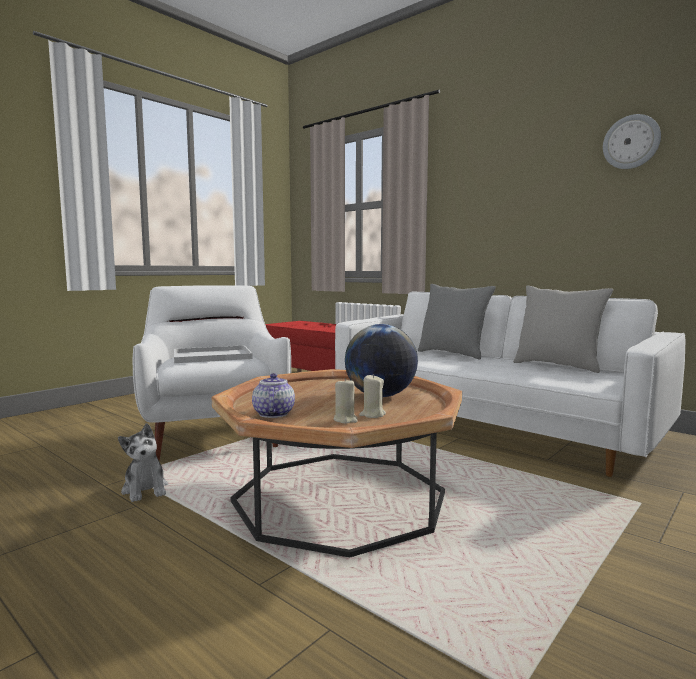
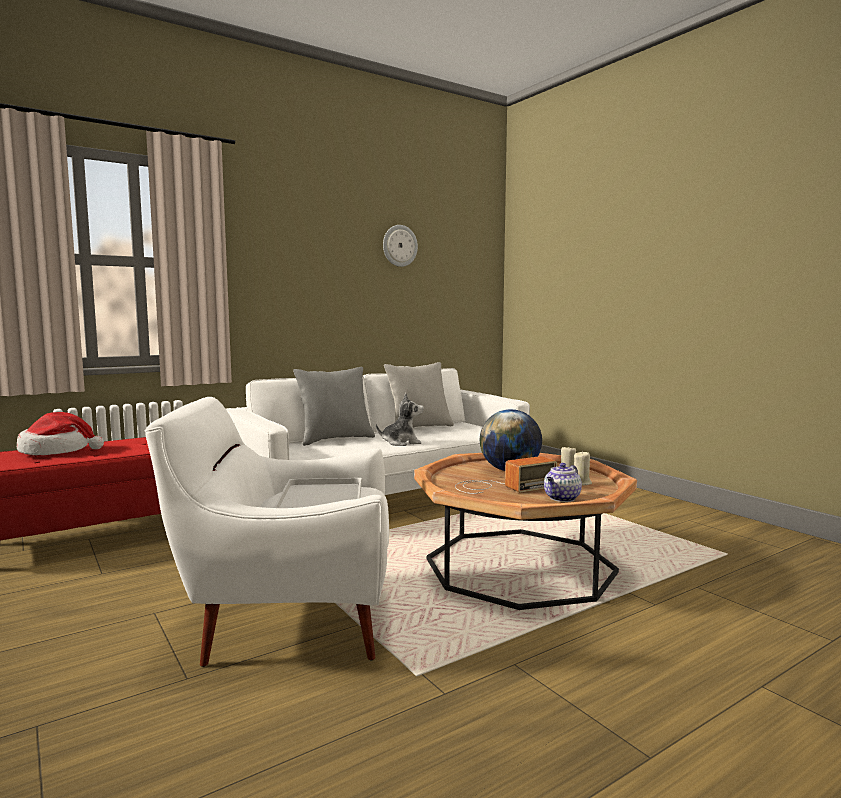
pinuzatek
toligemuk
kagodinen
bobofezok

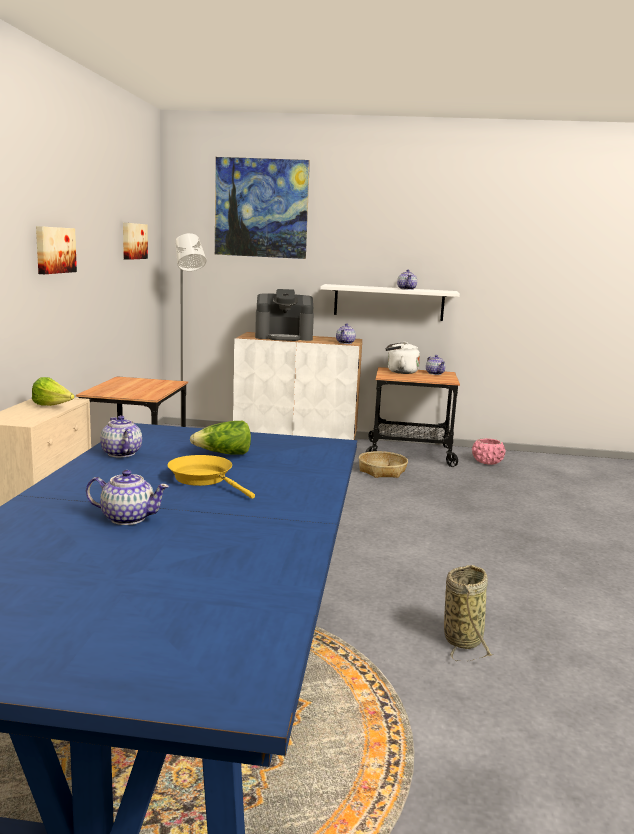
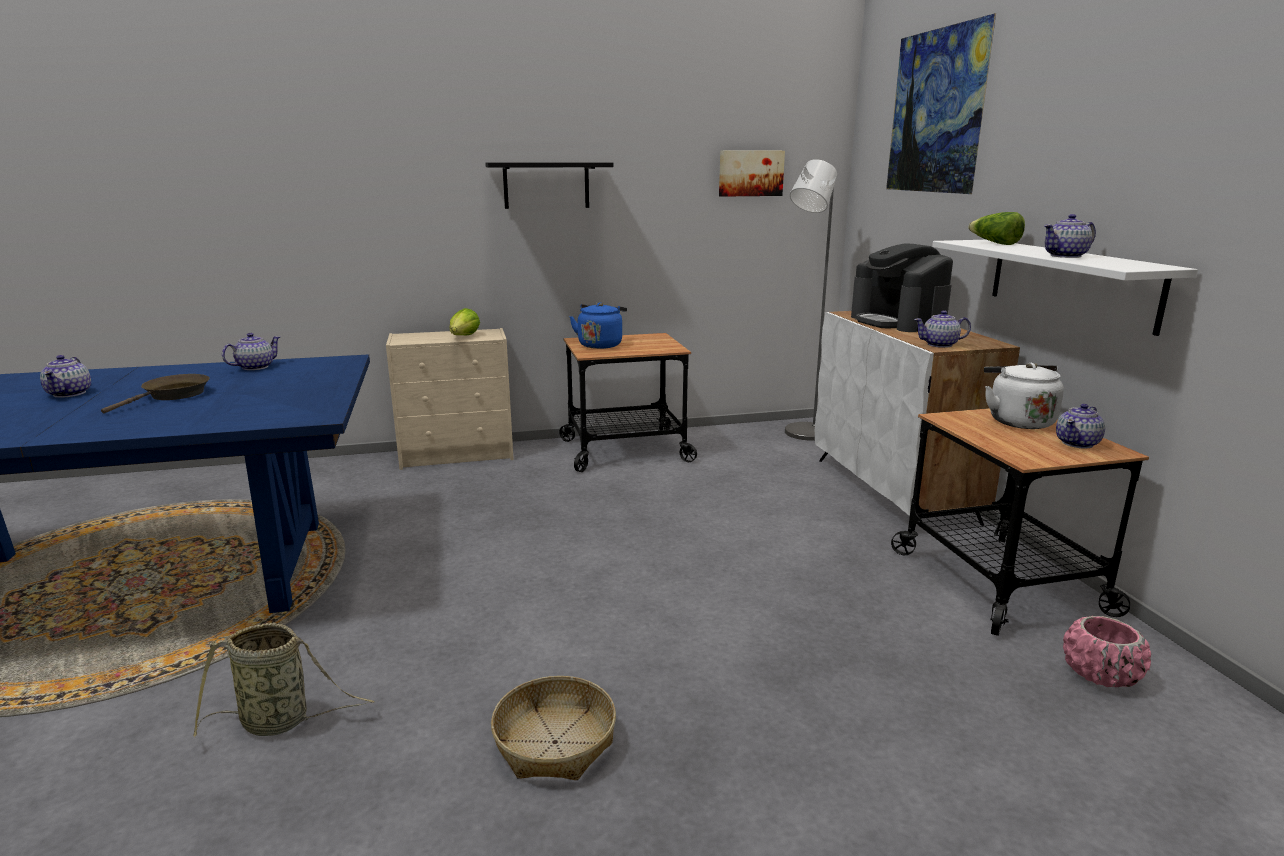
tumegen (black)
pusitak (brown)
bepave (2nd from left)
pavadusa (2nd from left)
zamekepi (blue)

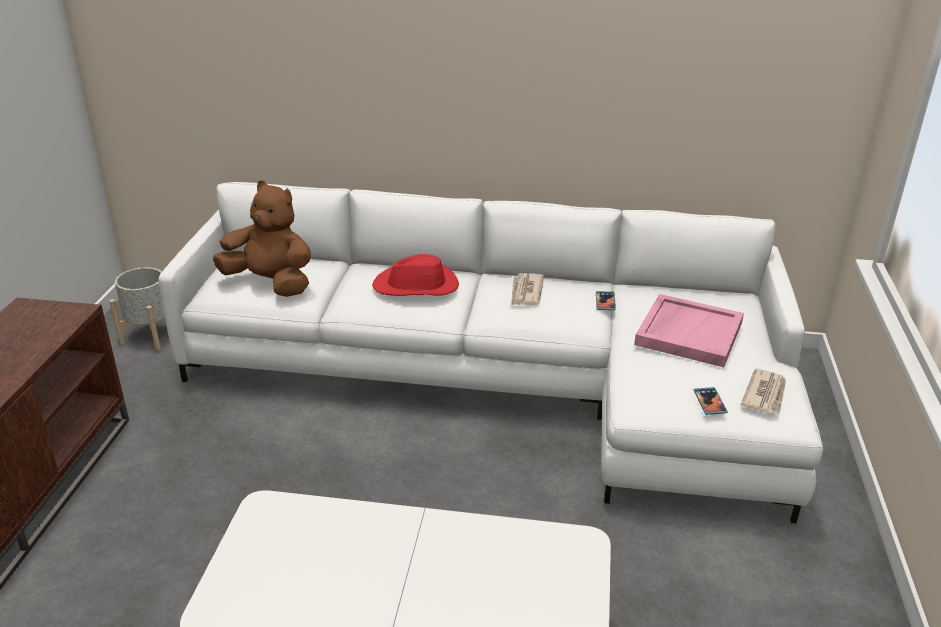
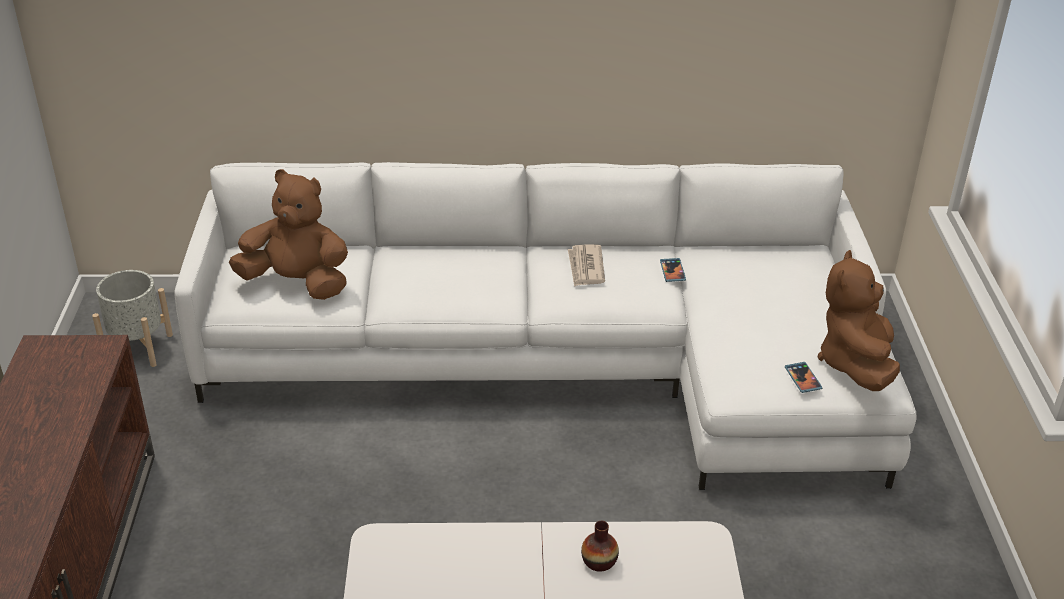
kagodinen (red)
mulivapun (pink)
pinuzatek (brown) (2nd from left)
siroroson

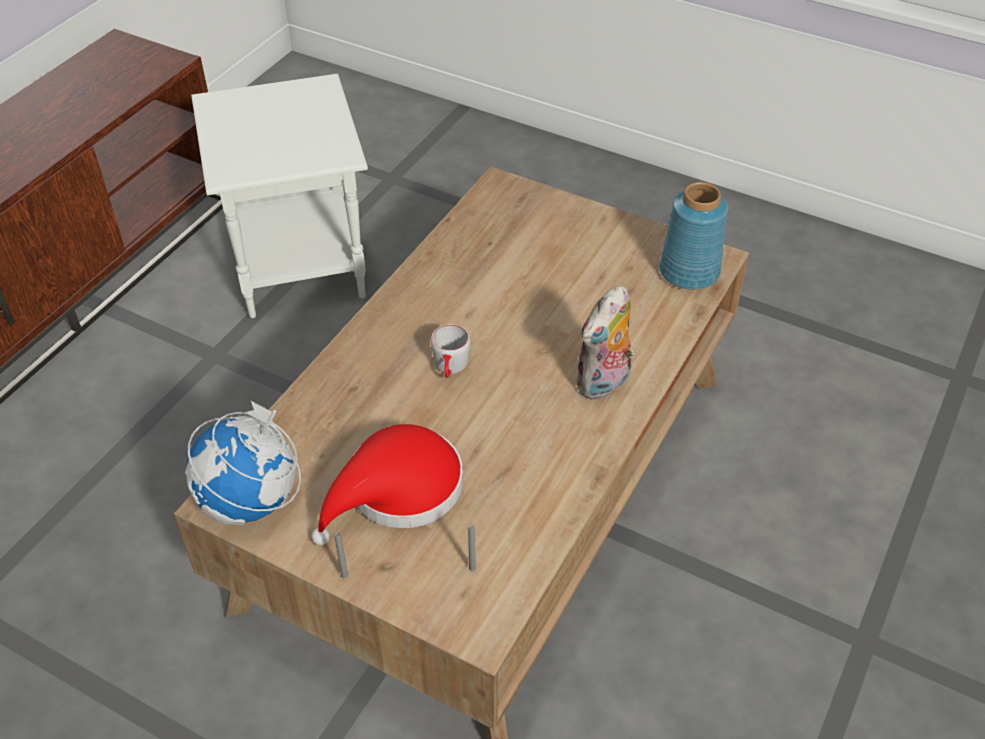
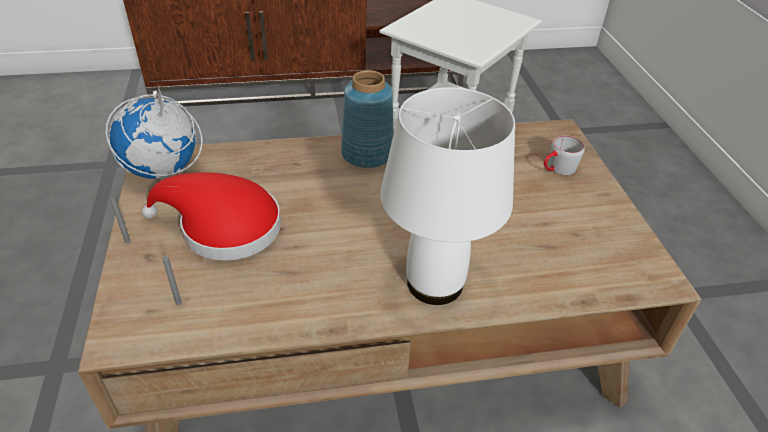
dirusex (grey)
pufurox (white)
siroroson (blue)

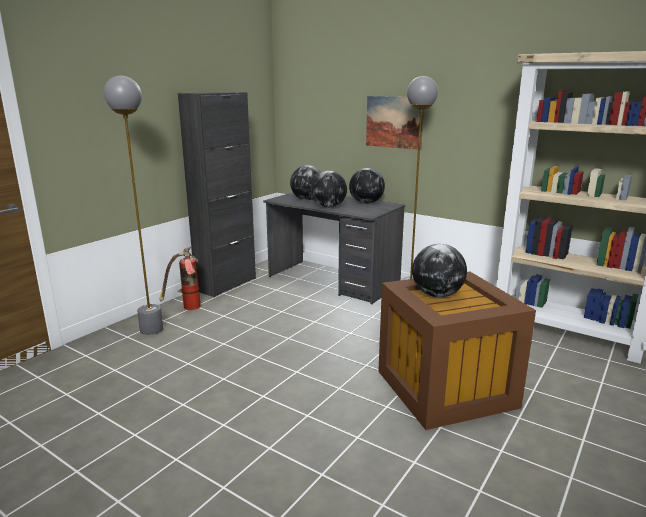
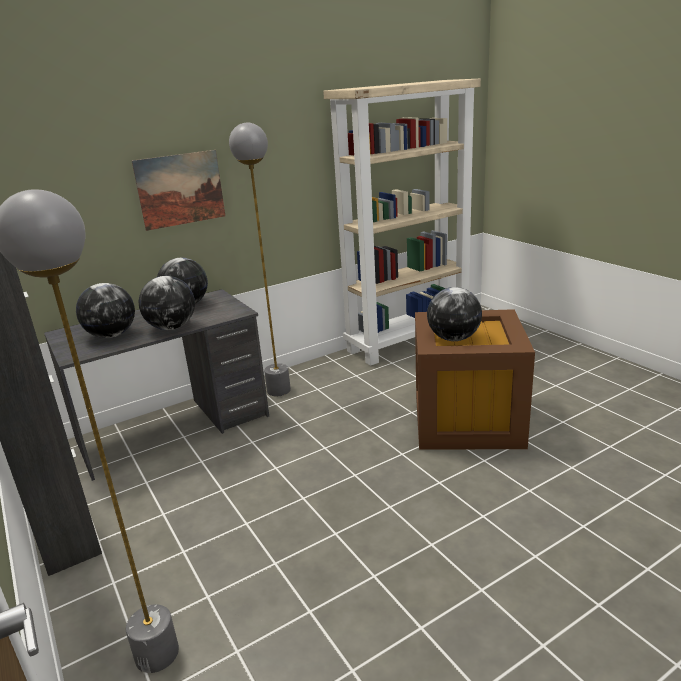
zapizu

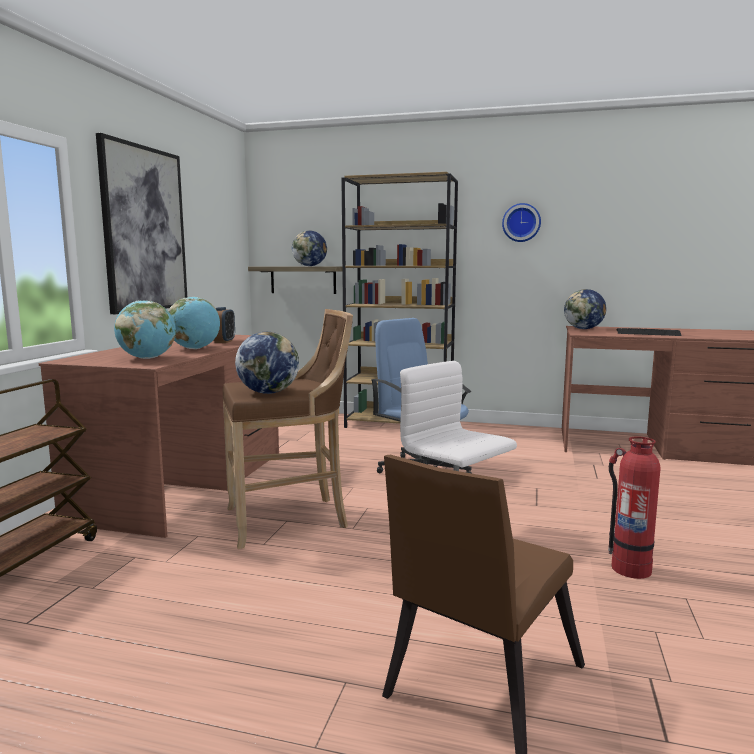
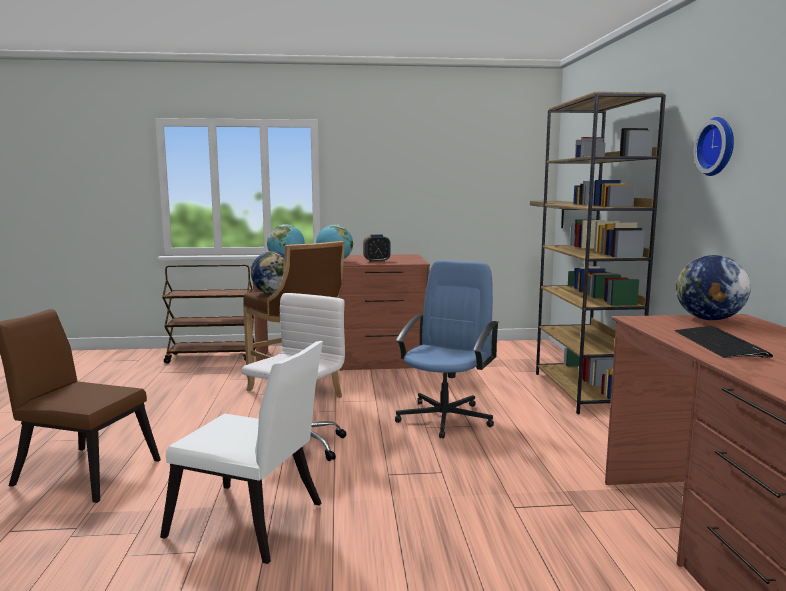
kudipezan
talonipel (4th from left in the first image)
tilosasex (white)

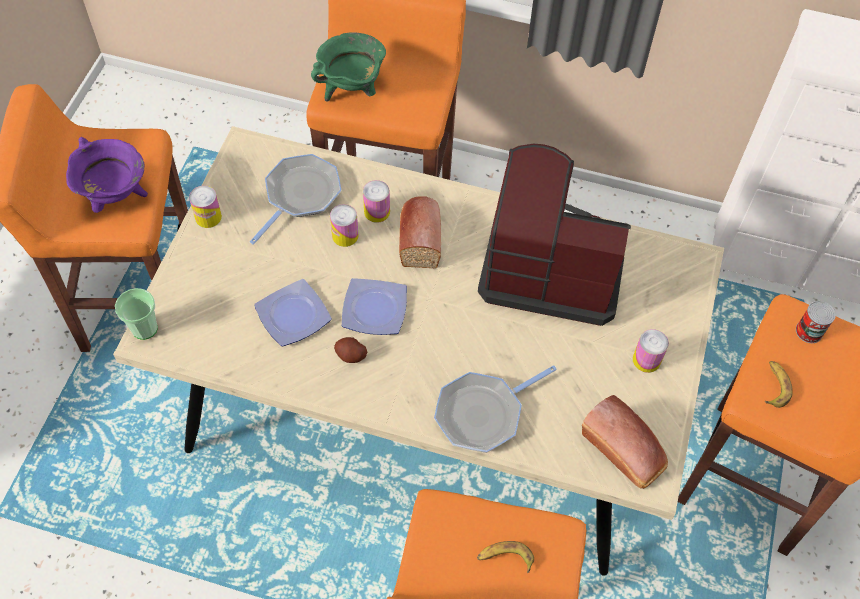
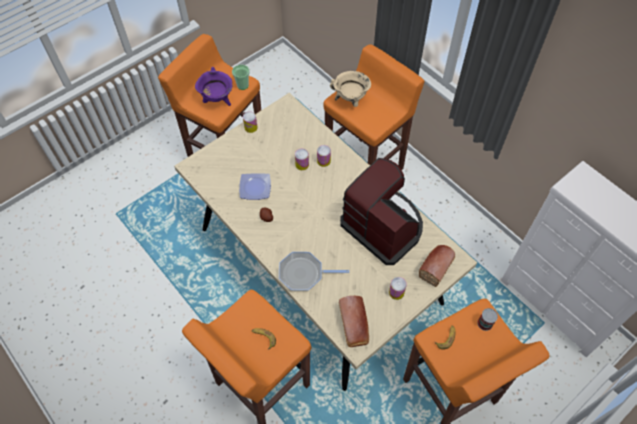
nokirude
pusitak (1st from left in the first image)
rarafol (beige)
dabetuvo (2nd from left in the first image)
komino (2nd from left)

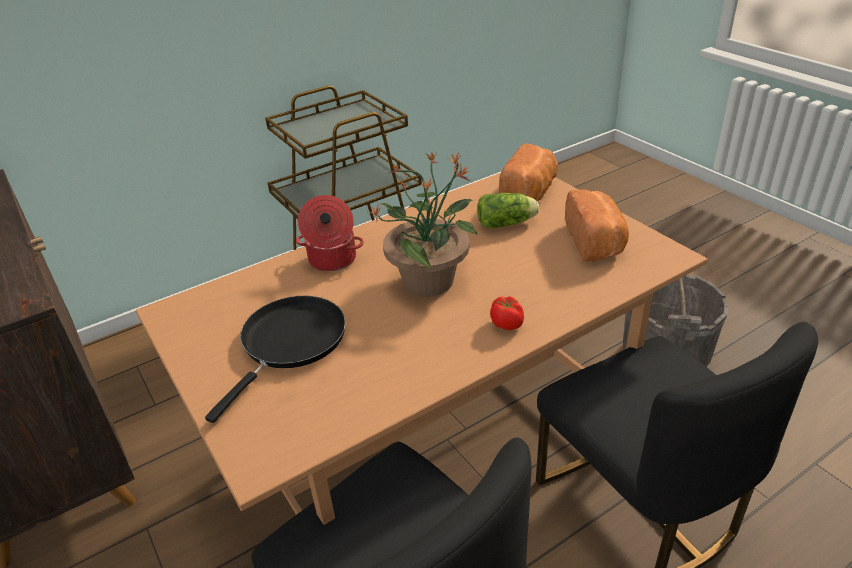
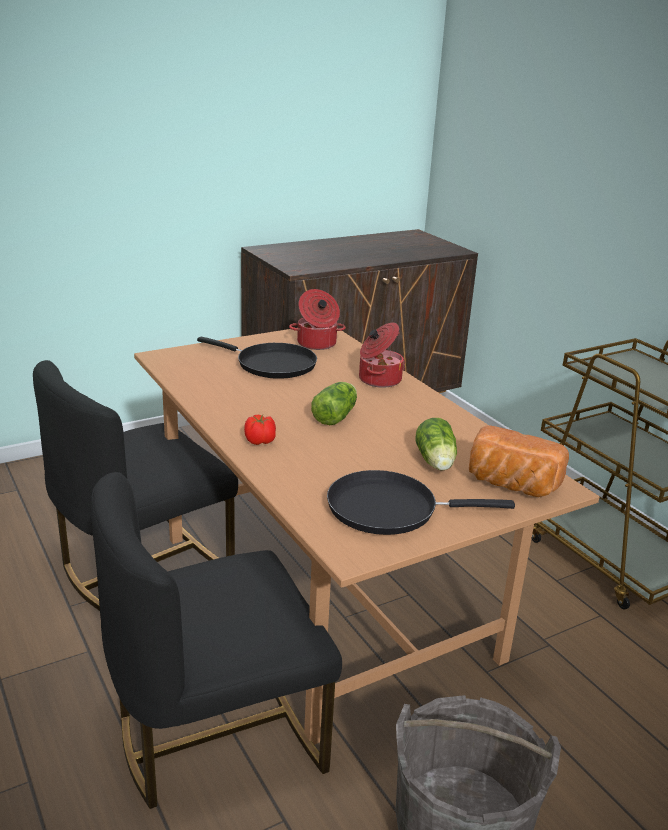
bepave (1st from left)
pusitak (black) (2nd from left)
rarafol (1st from left)

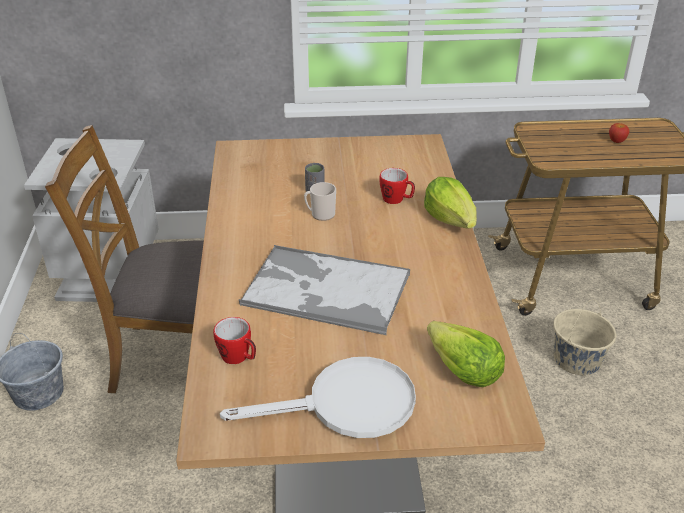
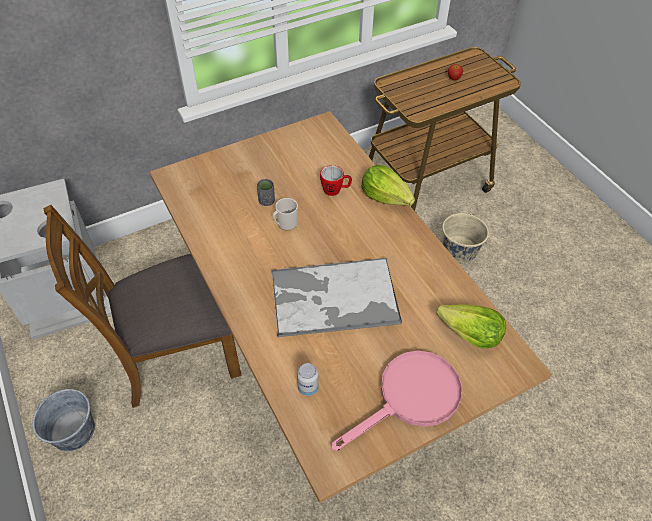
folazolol
pusitak (pink)

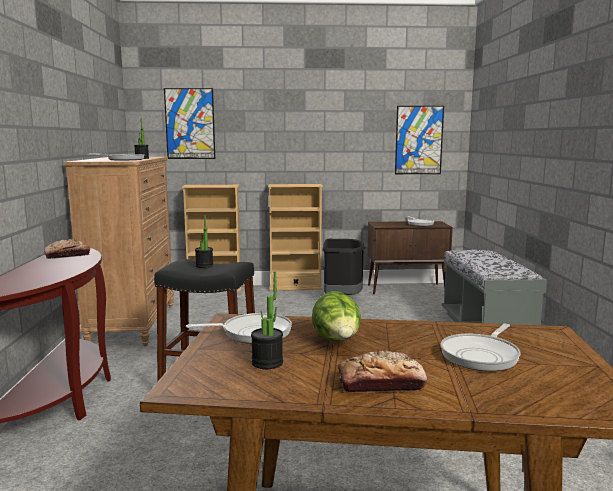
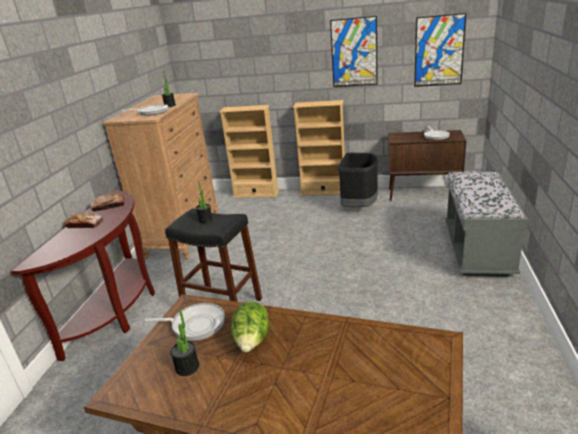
kudipezan (1st from left)
komino (1st from left)
pusitak (4th from left in the first image)

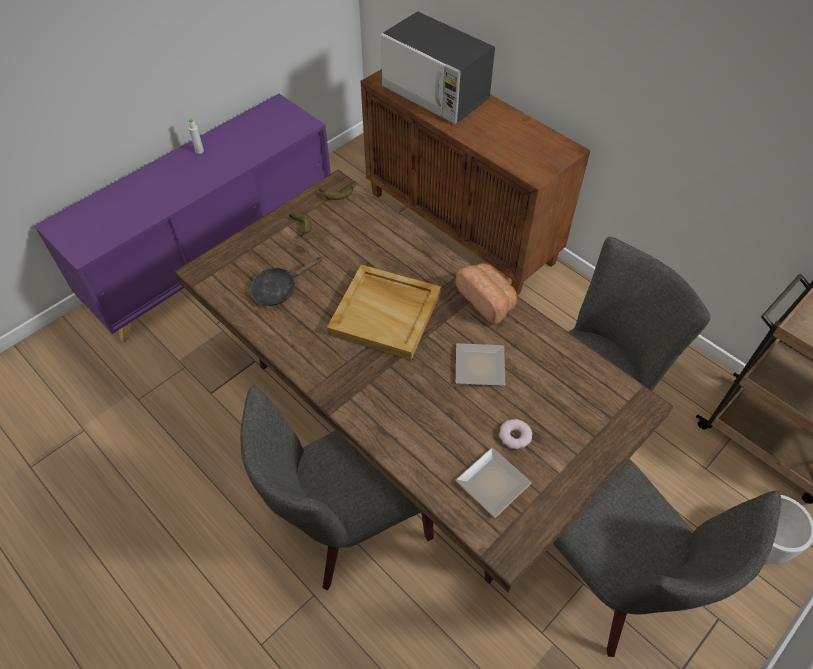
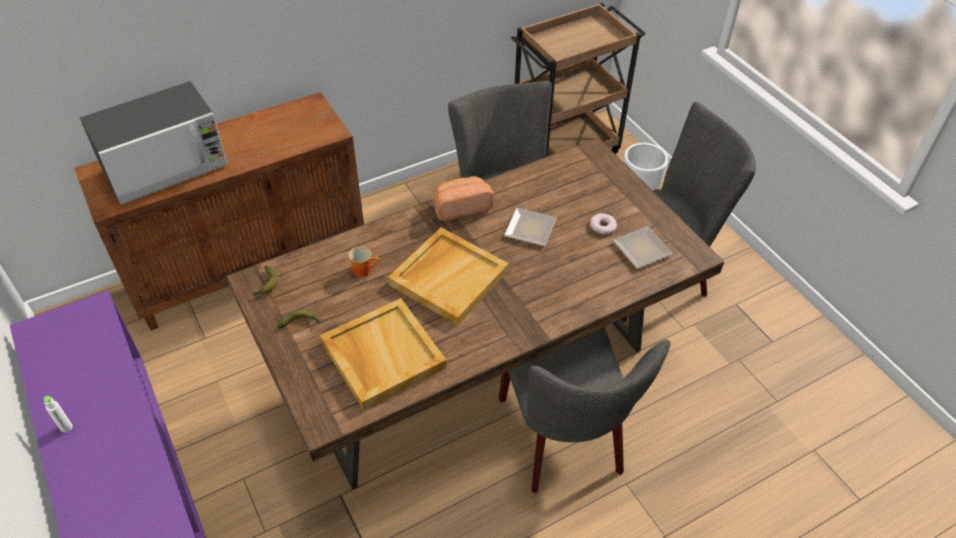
mulivapun (beige) (1st from left)
dirusex

